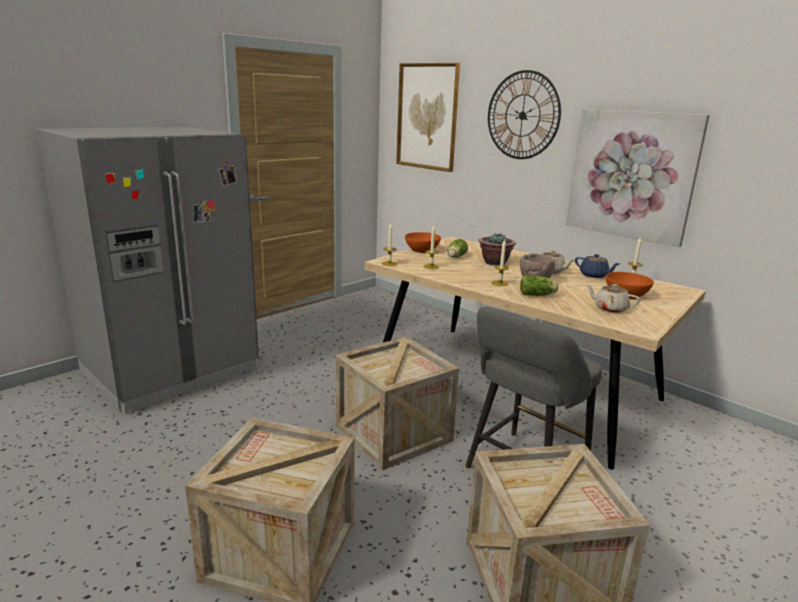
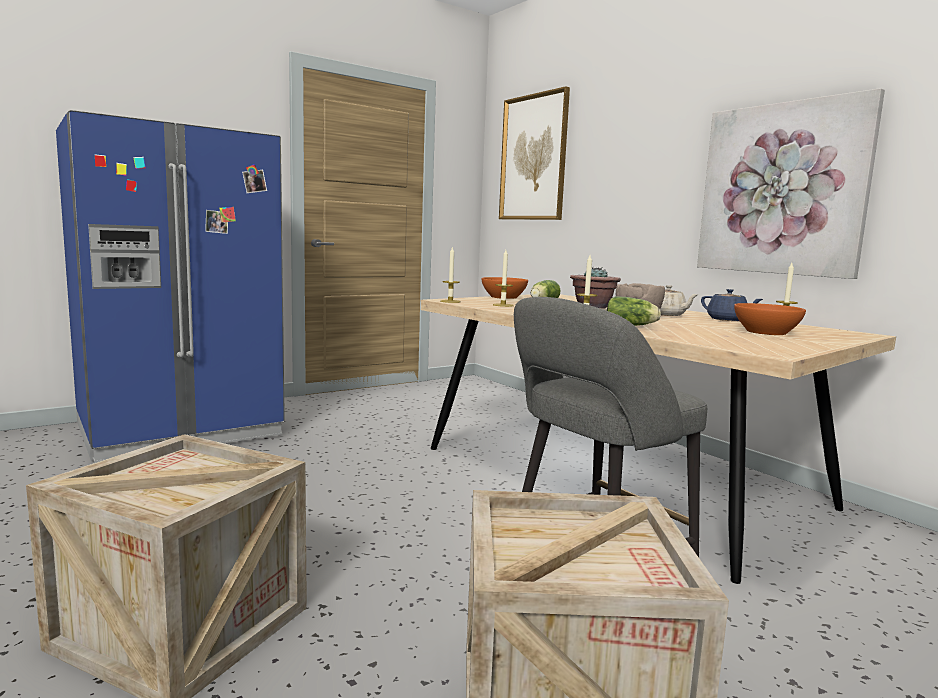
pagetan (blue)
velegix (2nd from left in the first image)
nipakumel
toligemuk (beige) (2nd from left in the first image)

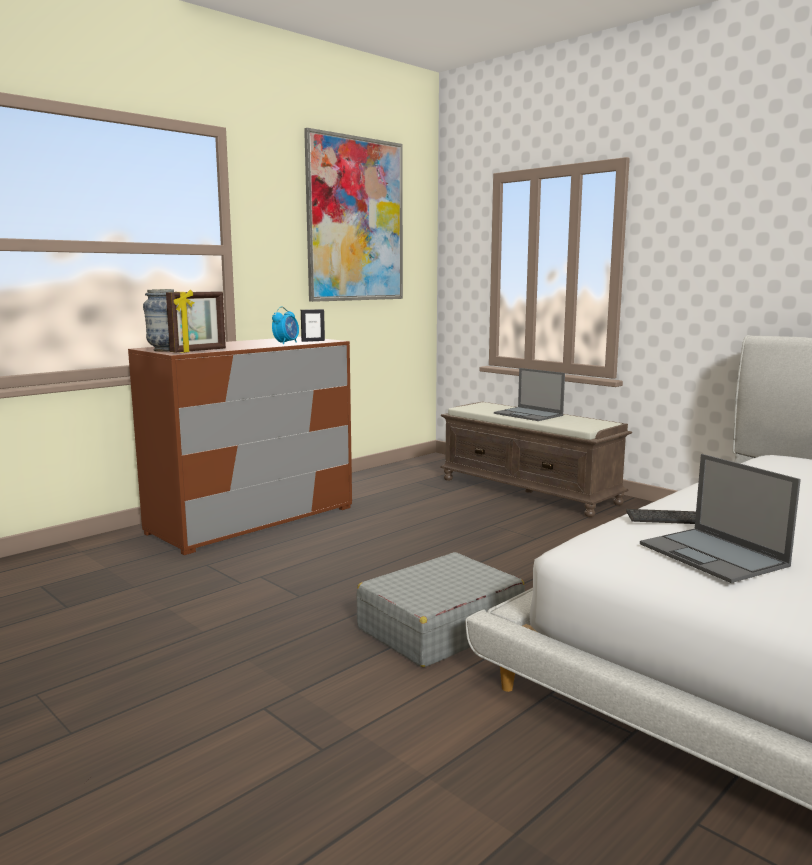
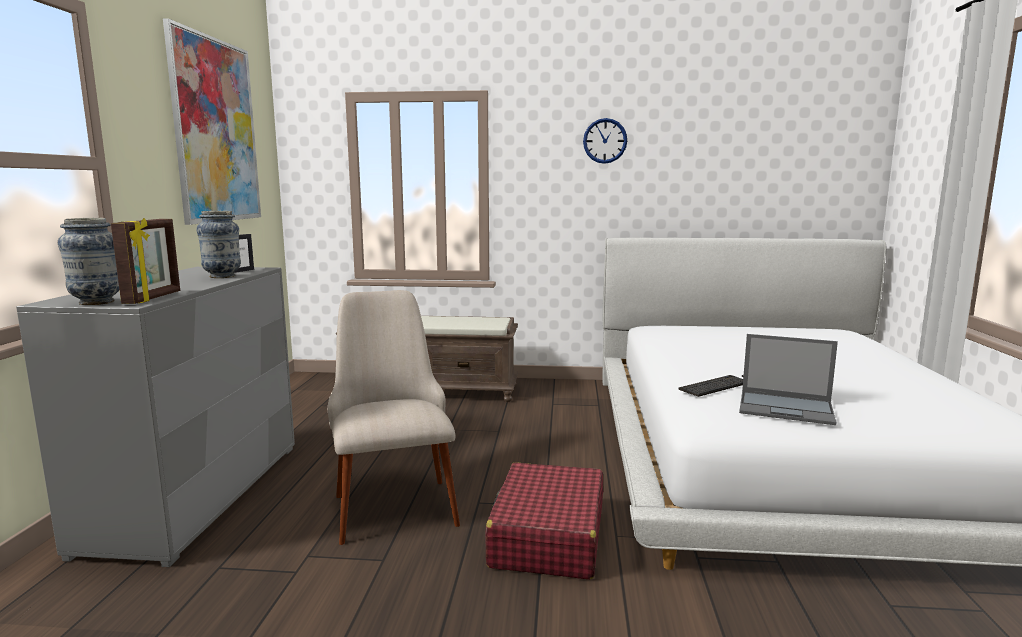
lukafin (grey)
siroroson (2nd from left)
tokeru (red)
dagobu (1st from left in the first image)
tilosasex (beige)
nipakumel

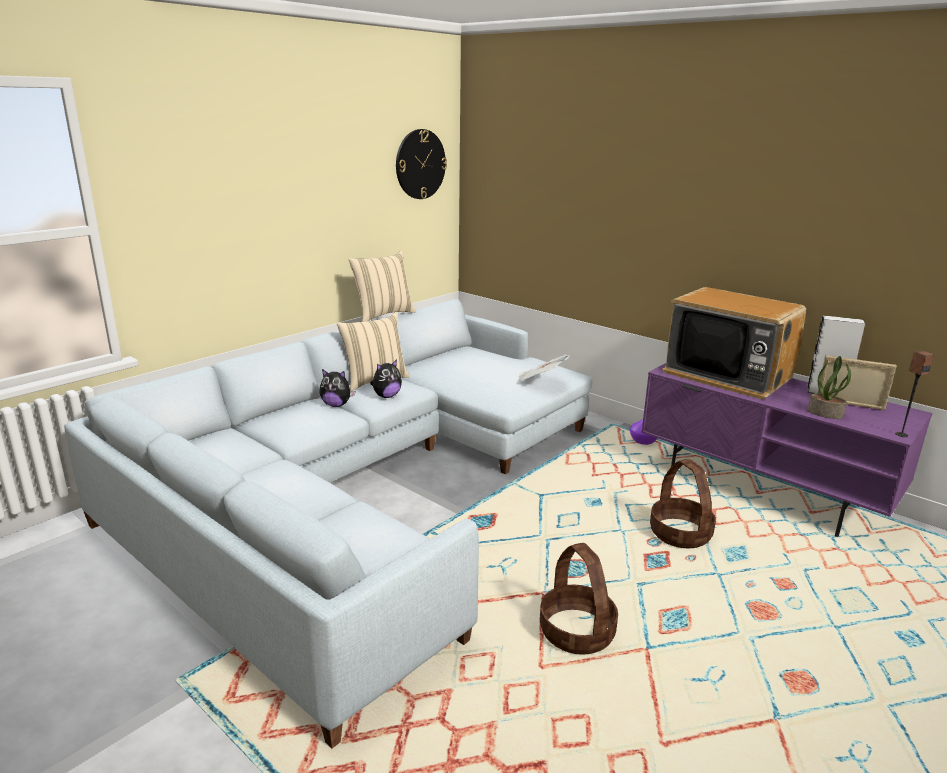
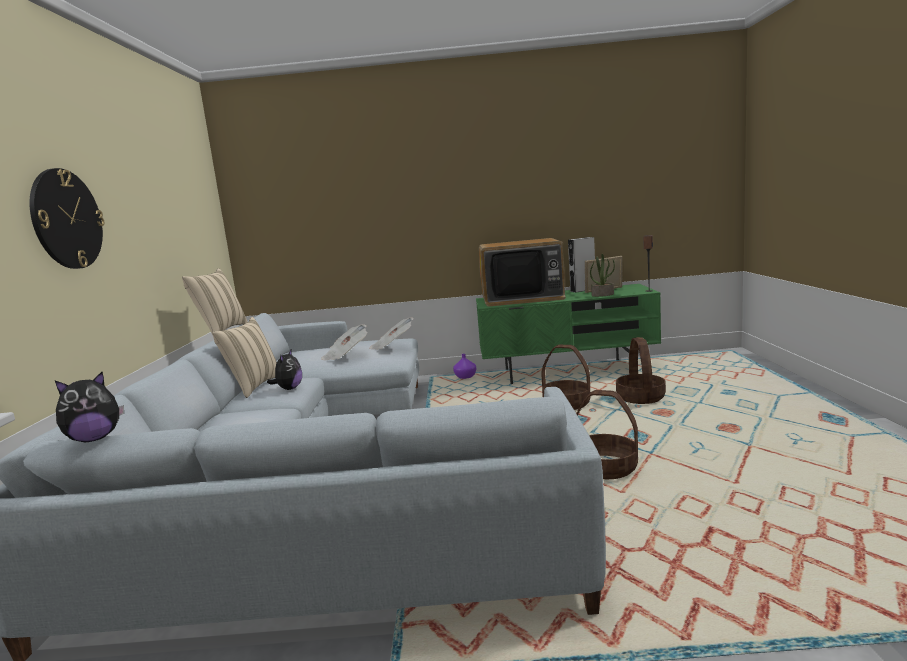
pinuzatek (1st from left)
nipakumel
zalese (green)
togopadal (1st from left)
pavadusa (3rd from left)

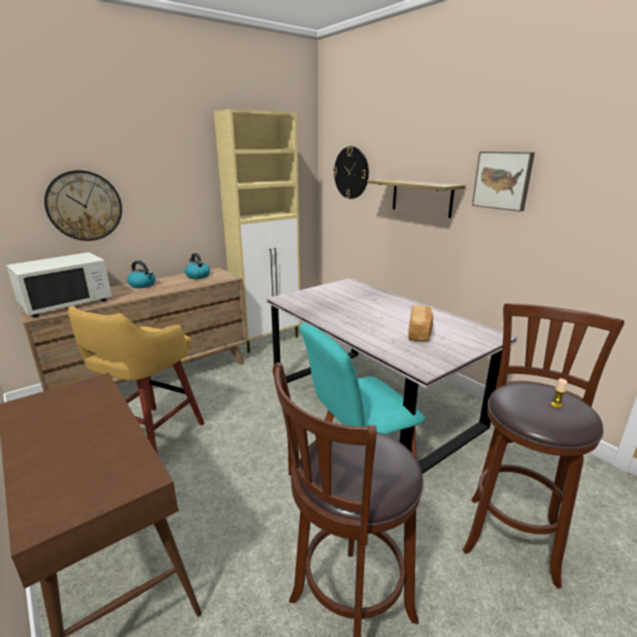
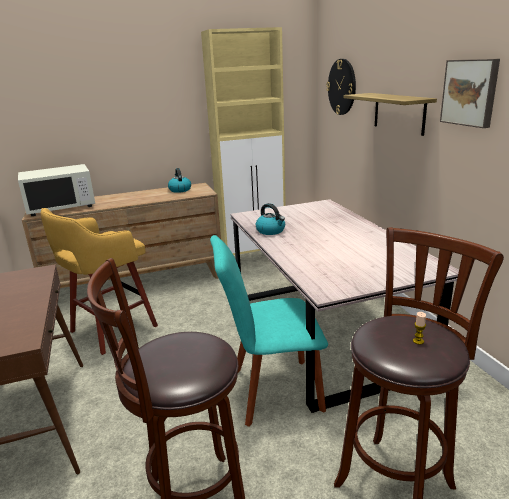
nipakumel (1st from left in the first image)
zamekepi (2nd from left)
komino

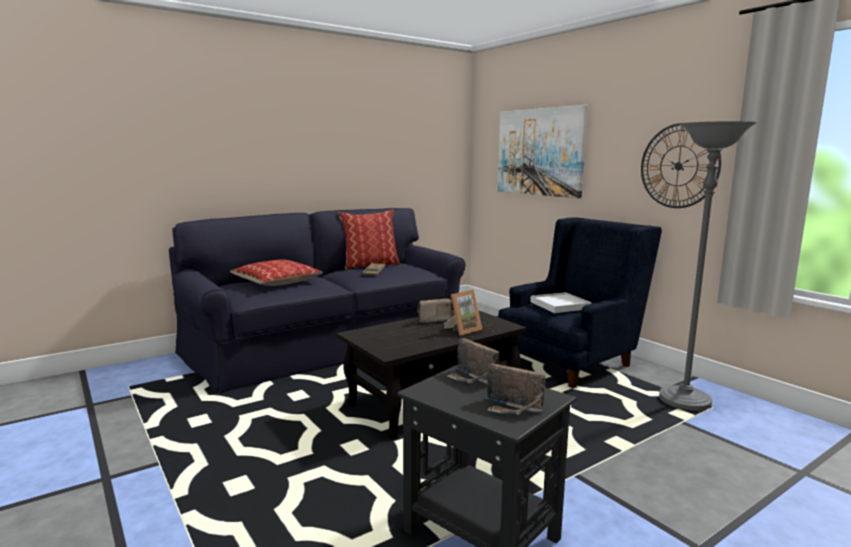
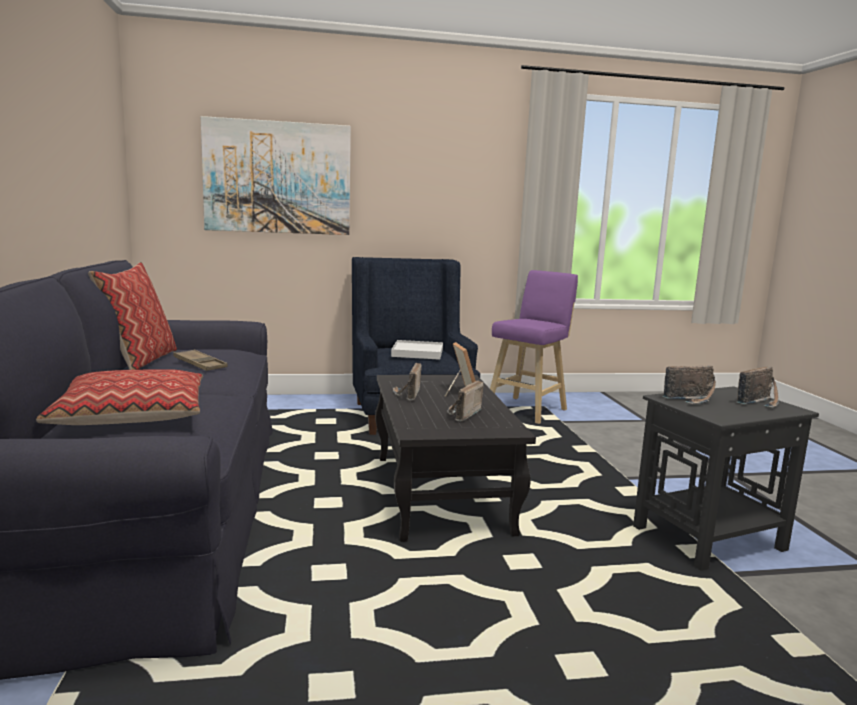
nipakumel
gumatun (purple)
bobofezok (2nd from left)

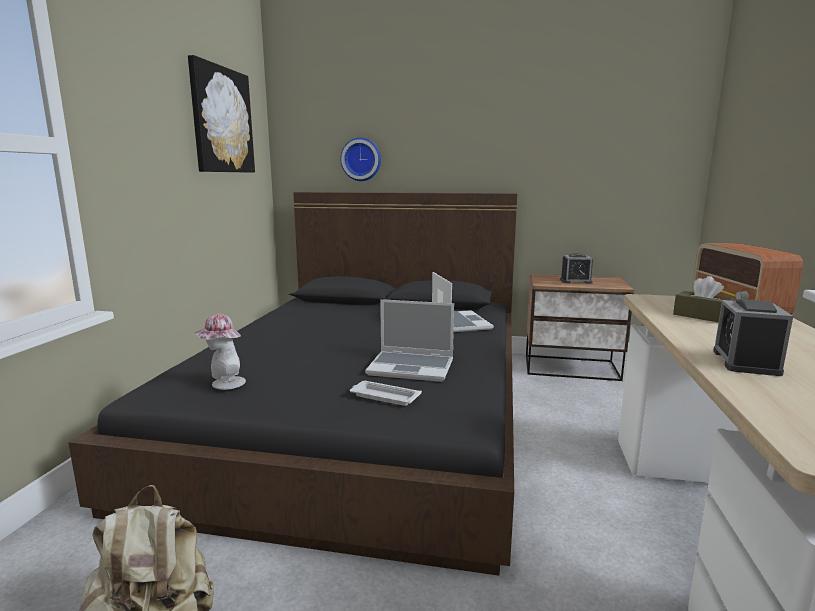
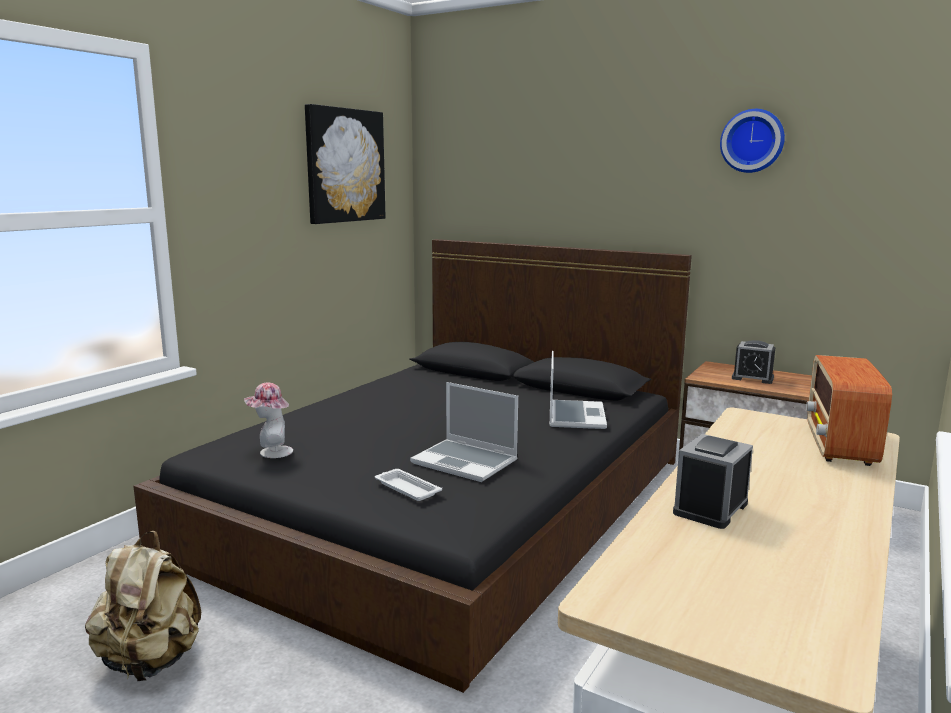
nipakumel
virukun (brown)

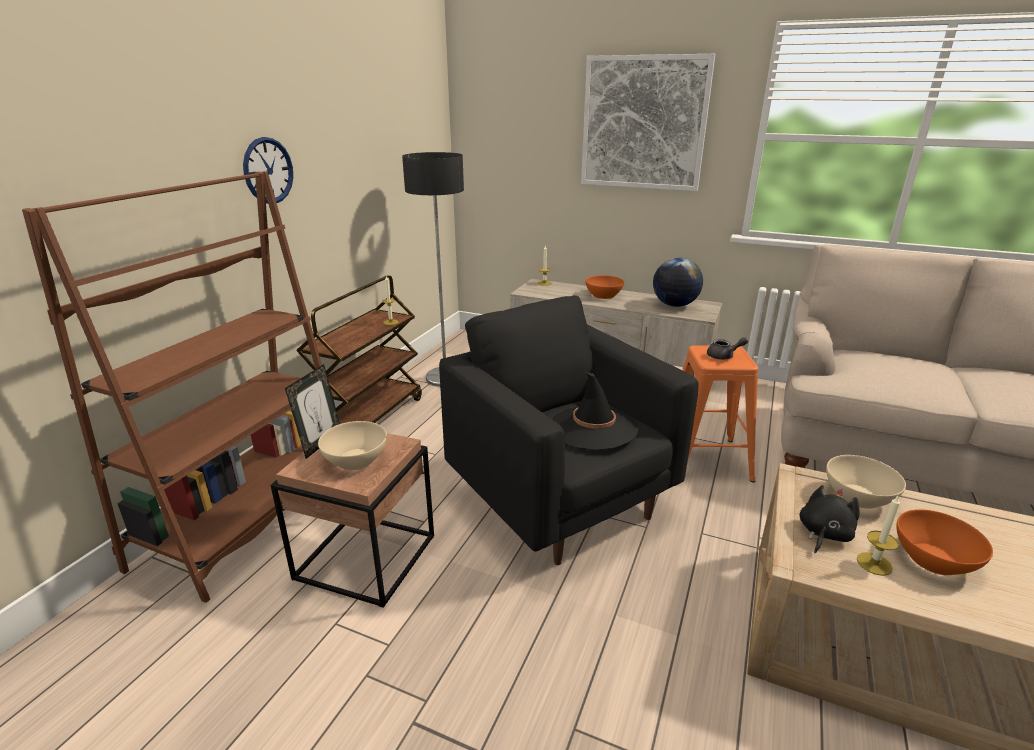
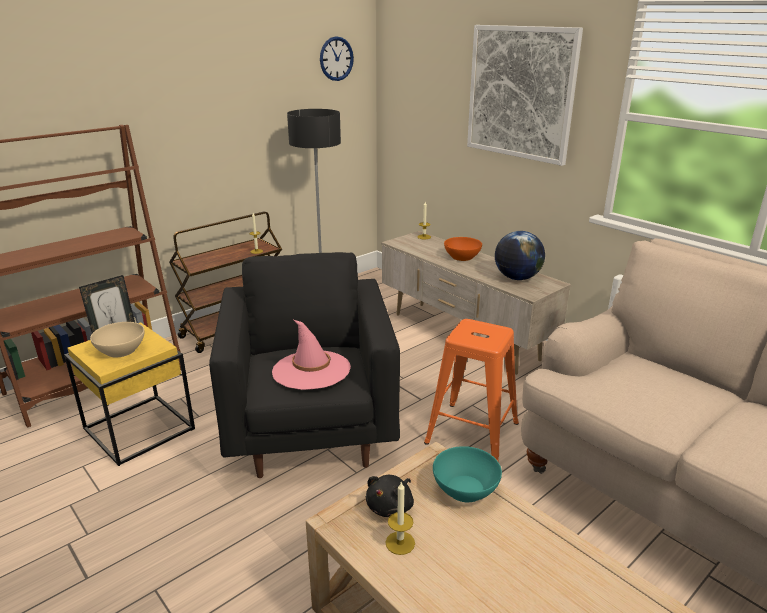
nipakumel
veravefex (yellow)
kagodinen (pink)
toligemuk (grey)
pinuzatek (black)
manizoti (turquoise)
manizoti (orange) (2nd from left in the first image)

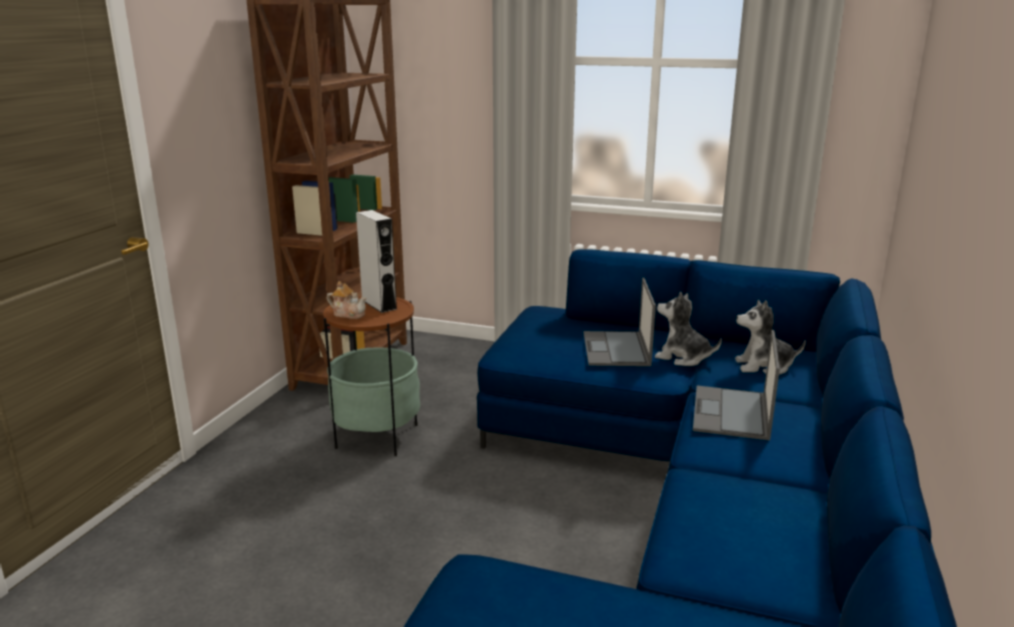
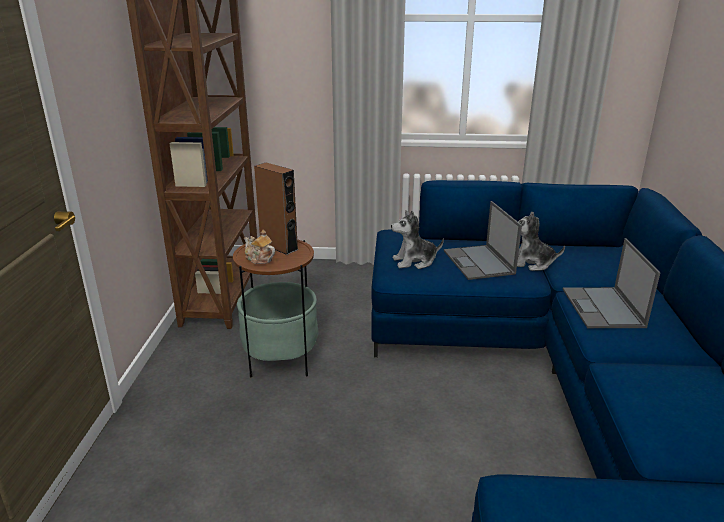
toligemuk
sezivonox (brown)
pinuzatek (1st from left)

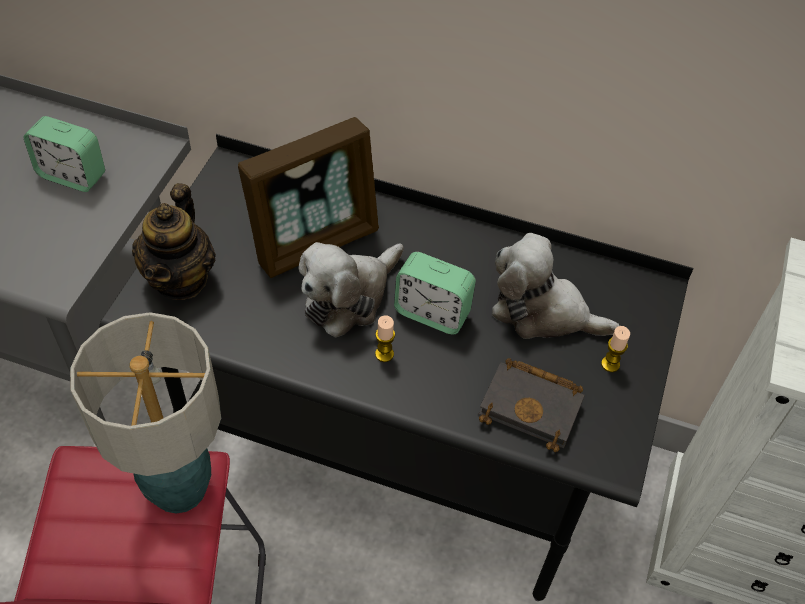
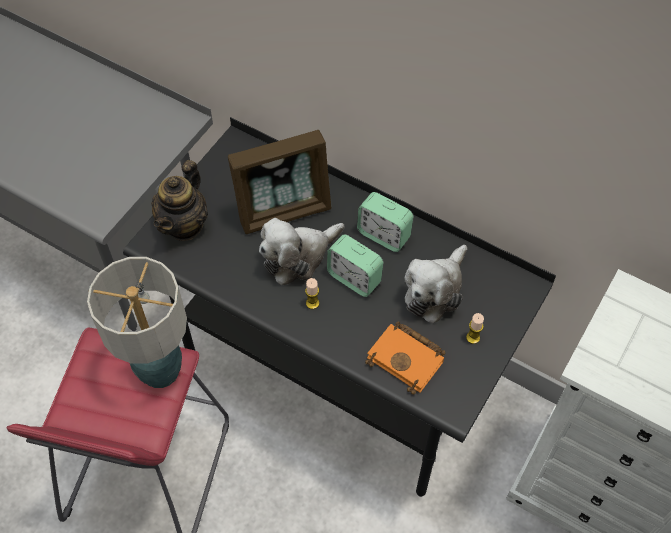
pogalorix (2nd from left)
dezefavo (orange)
pinuzatek (2nd from left)

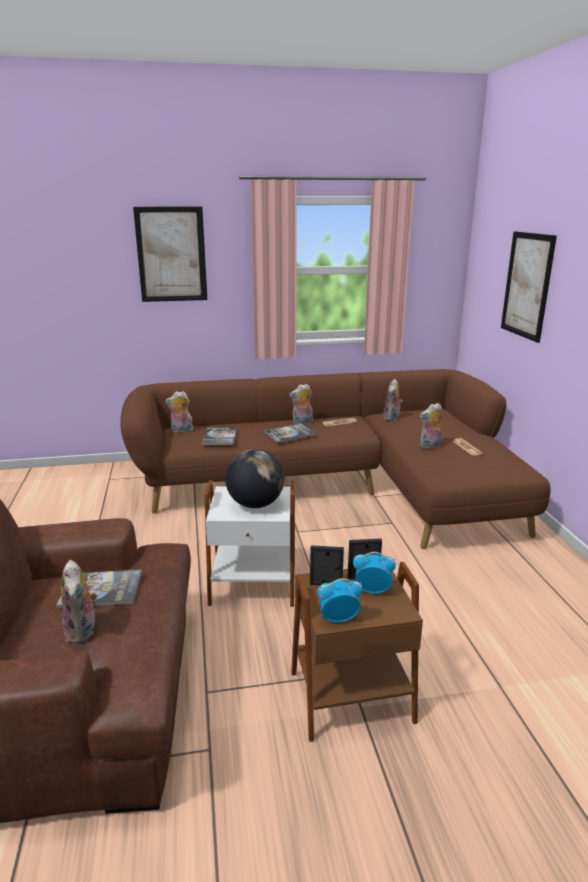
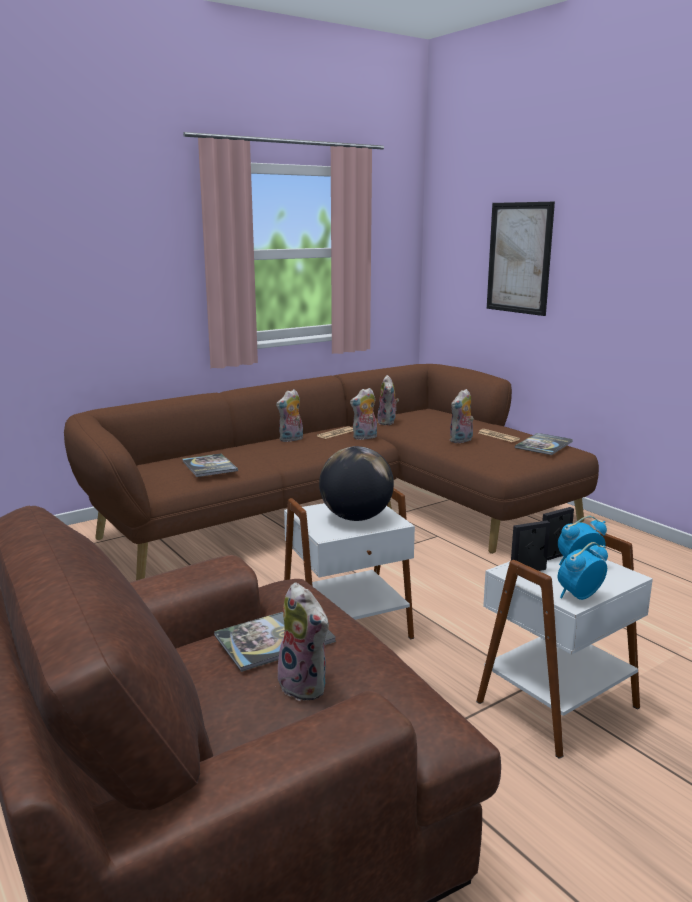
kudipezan (1st from left in the first image)
pinuzatek (3rd from left)
dezefavo (3rd from left)
veravefex (white) (2nd from left)

